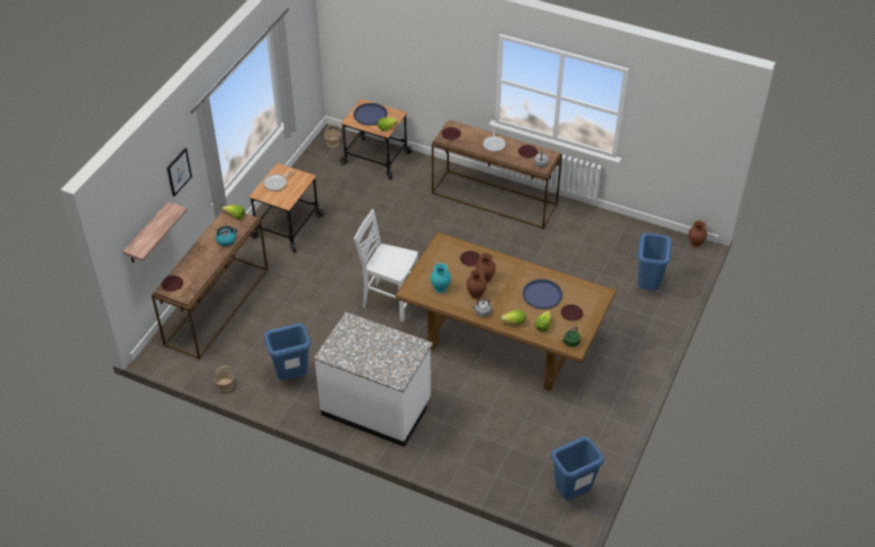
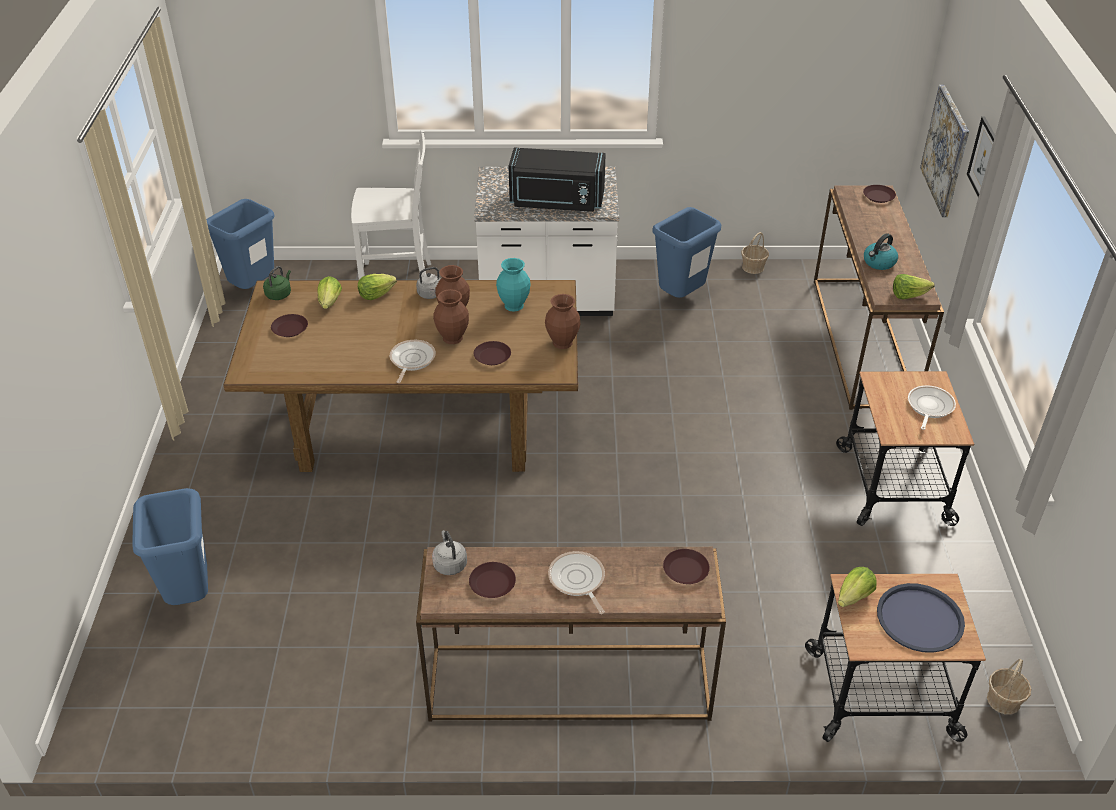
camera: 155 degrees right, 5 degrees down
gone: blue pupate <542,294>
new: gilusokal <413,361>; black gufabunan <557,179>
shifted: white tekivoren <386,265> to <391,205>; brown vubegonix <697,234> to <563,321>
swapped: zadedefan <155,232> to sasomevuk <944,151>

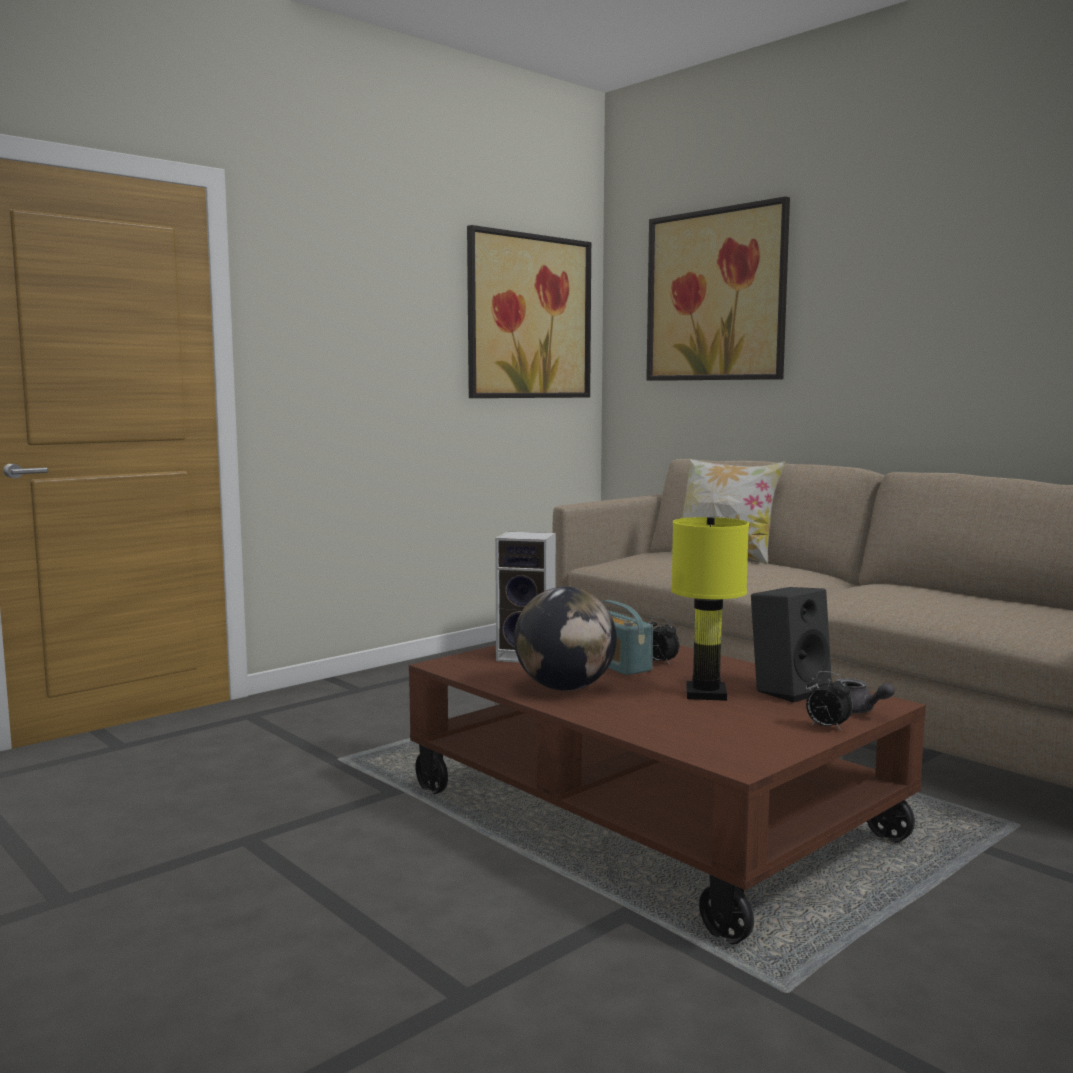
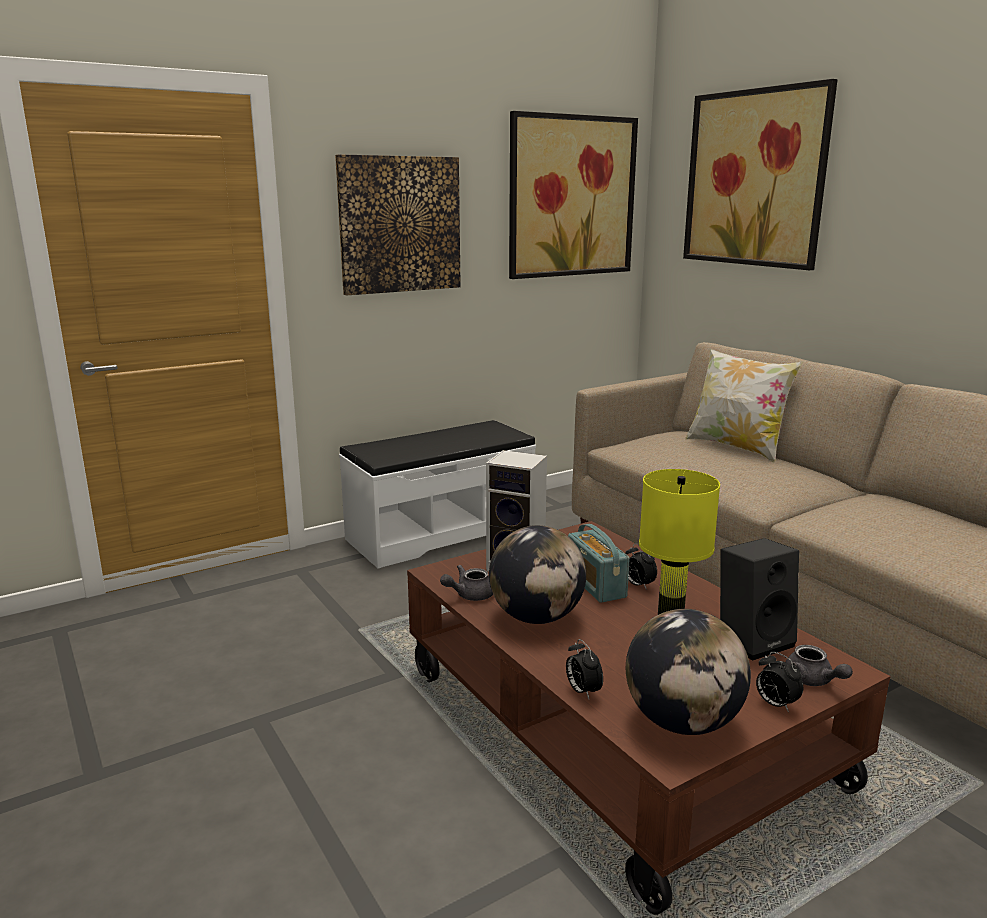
camera: 10 degrees right, 10 degrees up
new: sasomevuk <398,224>; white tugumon <437,494>; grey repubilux <466,583>; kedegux <584,669>; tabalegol <688,672>

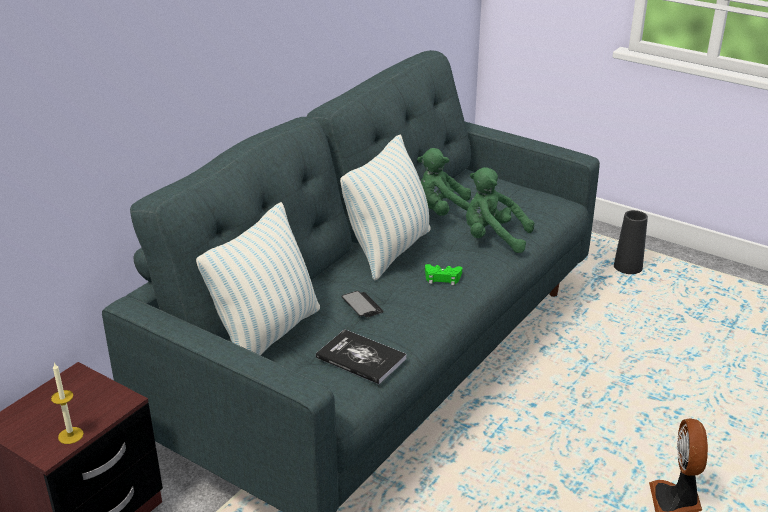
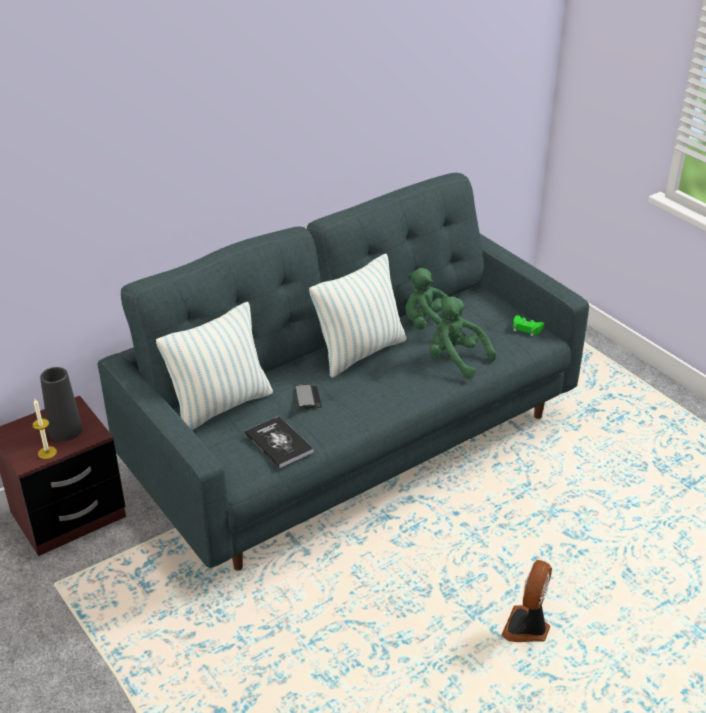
camera: 20 degrees right, 5 degrees up
shifted: black vubegonix <631,242> to <61,404>; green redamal <443,274> to <528,325>

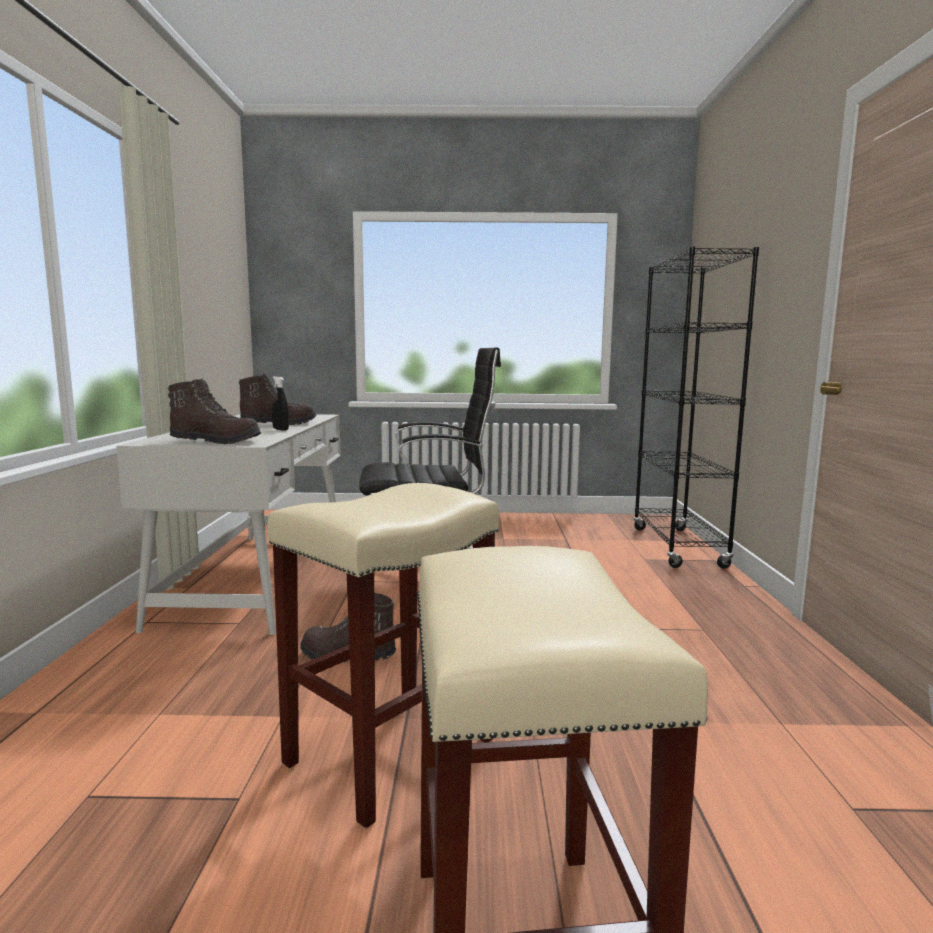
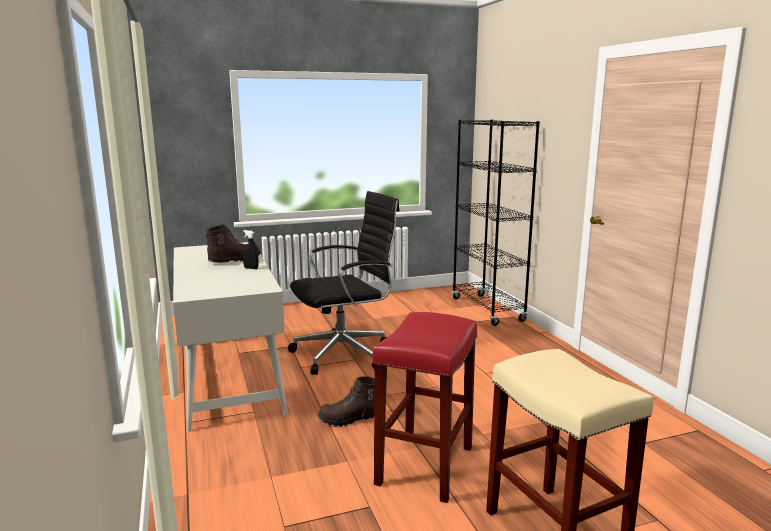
camera: 20 degrees left, 5 degrees up
gone: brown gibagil <214,411>
repainted: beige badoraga <383,655> to red badoraga <425,407>

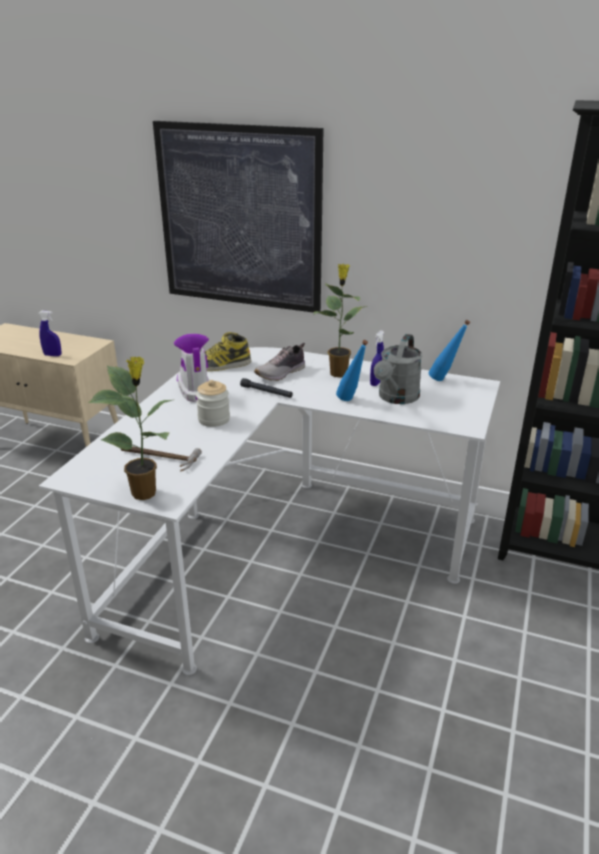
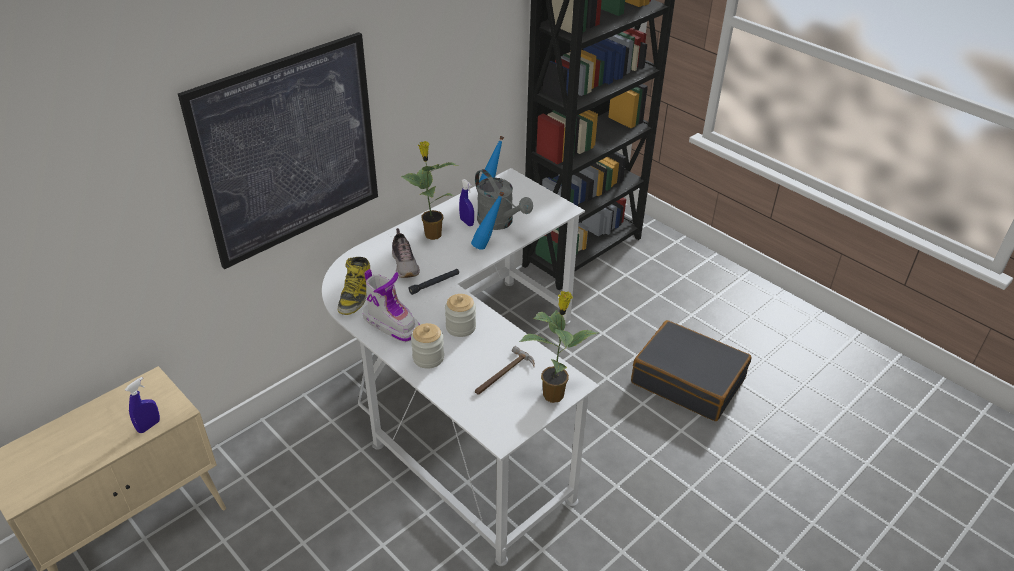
camera: 65 degrees left, 10 degrees up
new: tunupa <427,346>; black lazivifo <691,370>
rotated: gibagil <192,368> = <391,305> 150 degrees counterclockwise

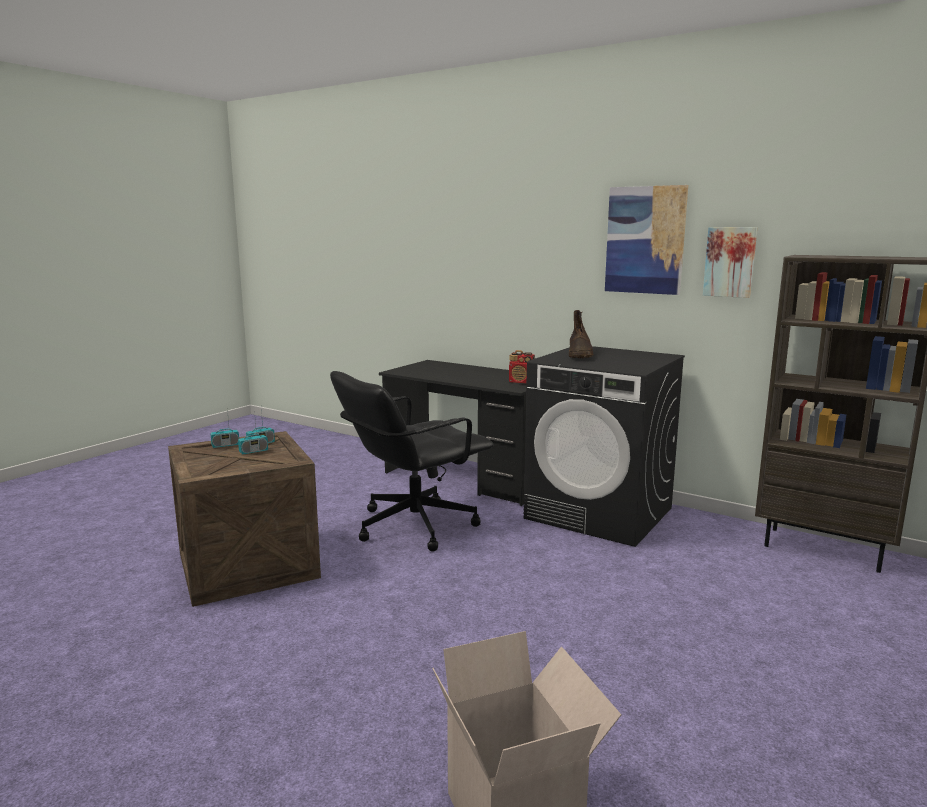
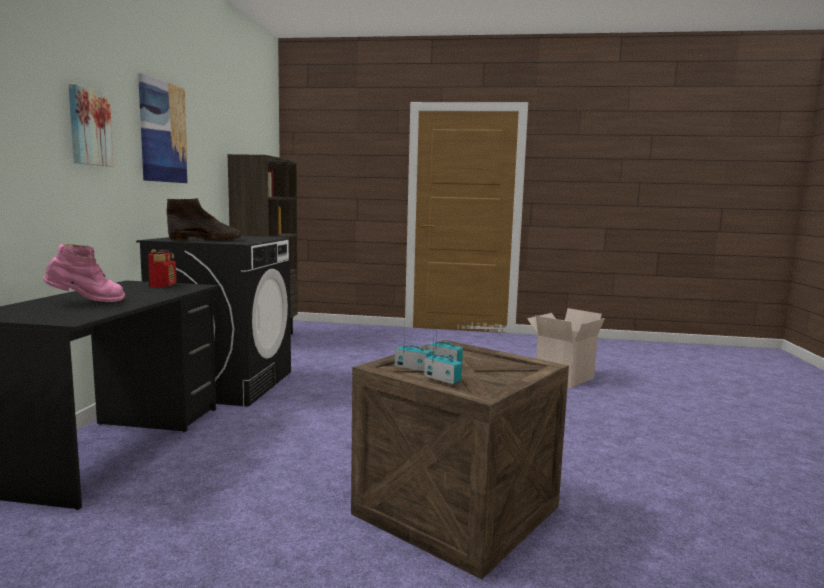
camera: 115 degrees left, 5 degrees down
gone: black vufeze <411,461>
new: pink gibagil <84,273>
shifted: sasomevuk <730,262> to <91,125>

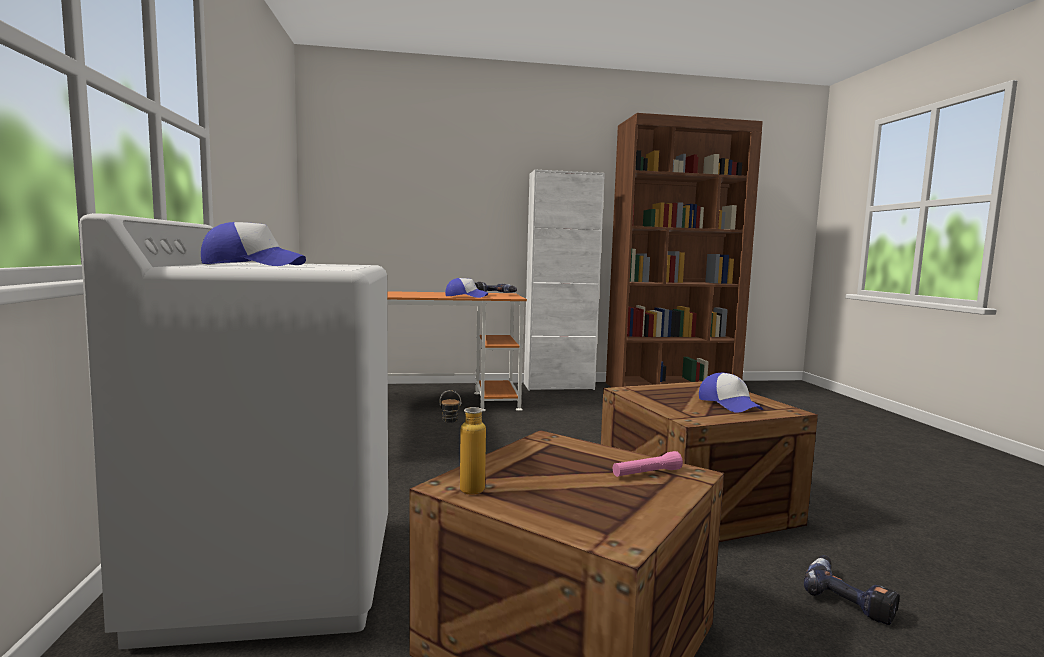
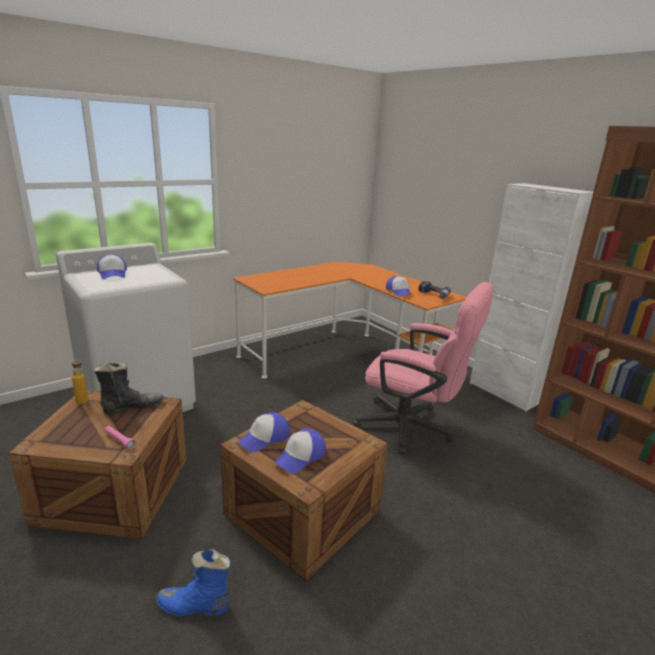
camera: 60 degrees right, 15 degrees up
new: black gibagil <129,388>; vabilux <264,432>; pink vufeze <423,368>
swapped: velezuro <852,590> to blue gibagil <193,582>

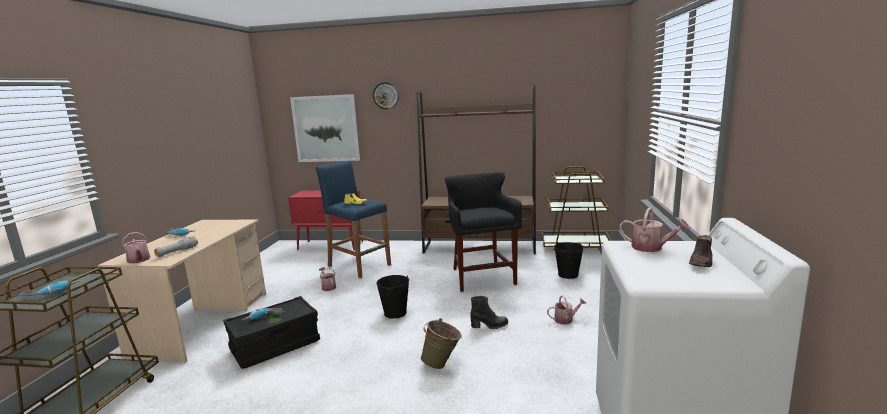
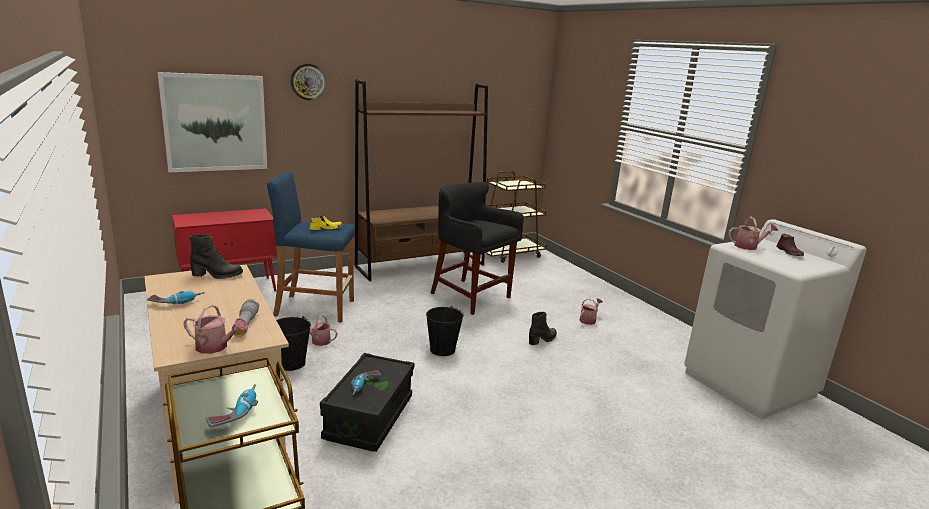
camera: 40 degrees left, 5 degrees up
gone: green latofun <441,343>
new: black gibagil <216,256>
shifted: black latofun <569,260> to <293,343>

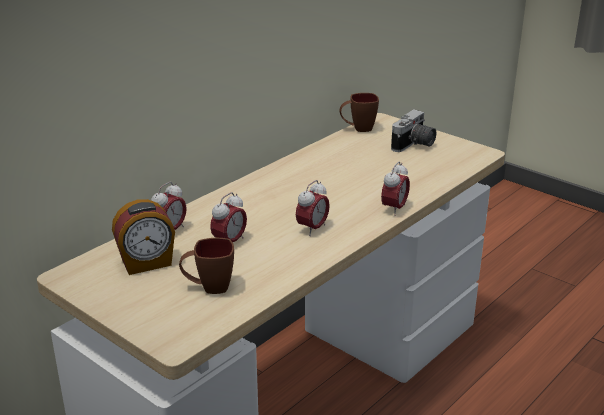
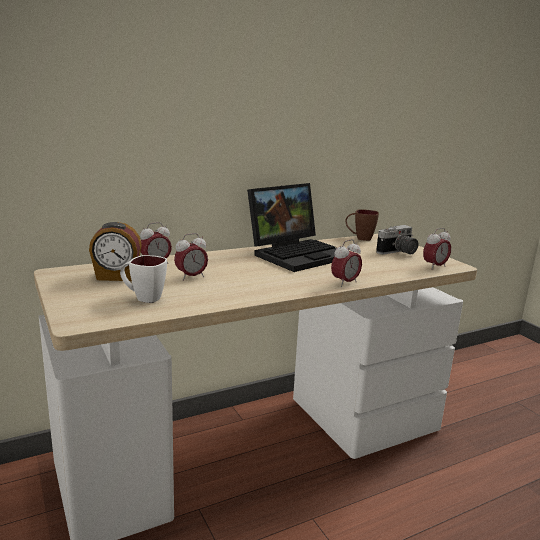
camera: 20 degrees right, 10 degrees down
new: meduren <292,227>
shifted: kedegux <313,208> to <437,249>
repainted: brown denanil <206,266> to white denanil <143,279>

